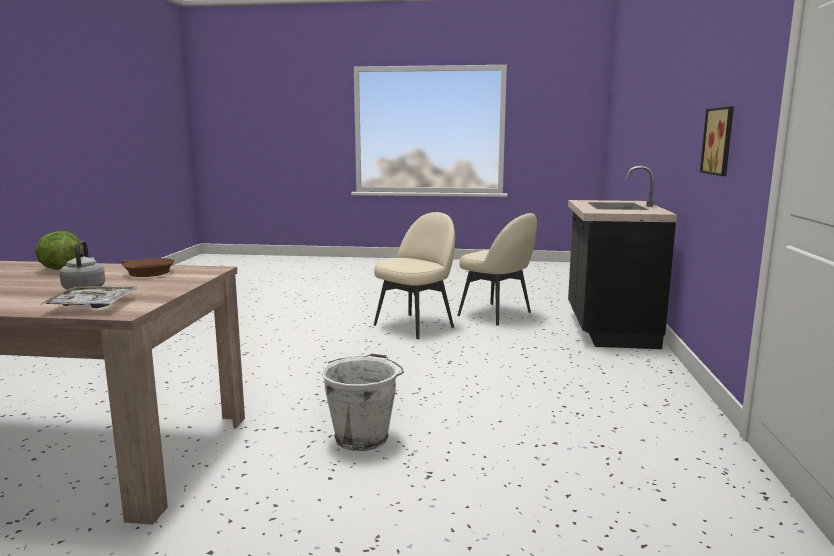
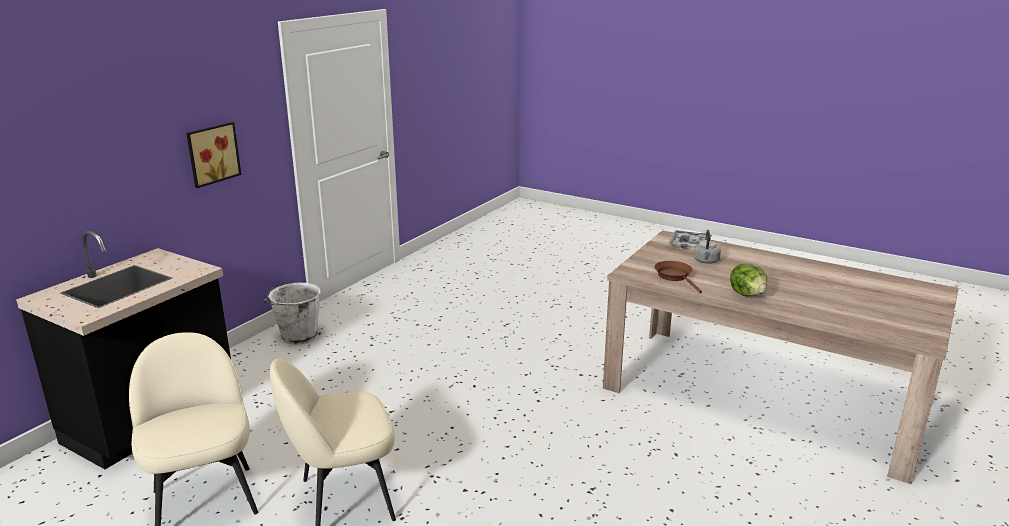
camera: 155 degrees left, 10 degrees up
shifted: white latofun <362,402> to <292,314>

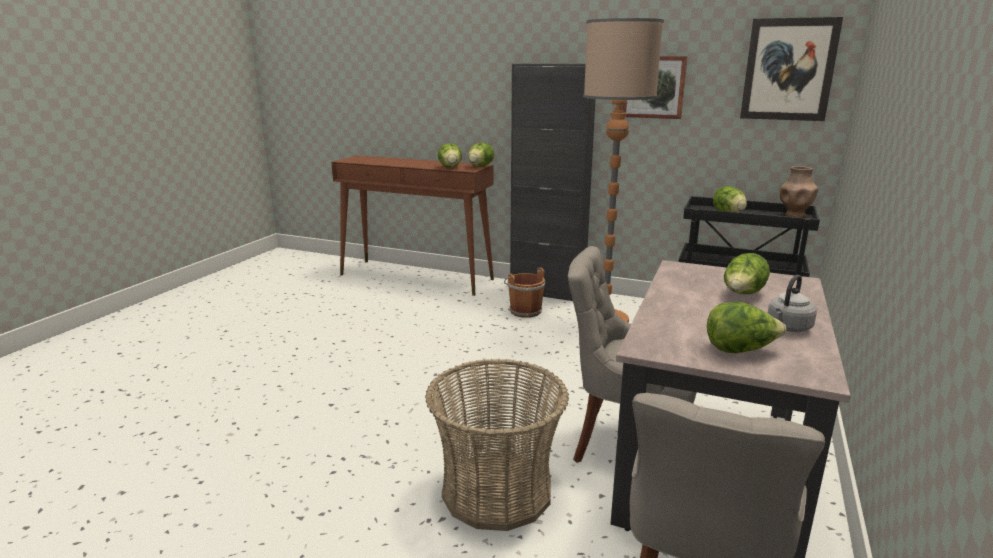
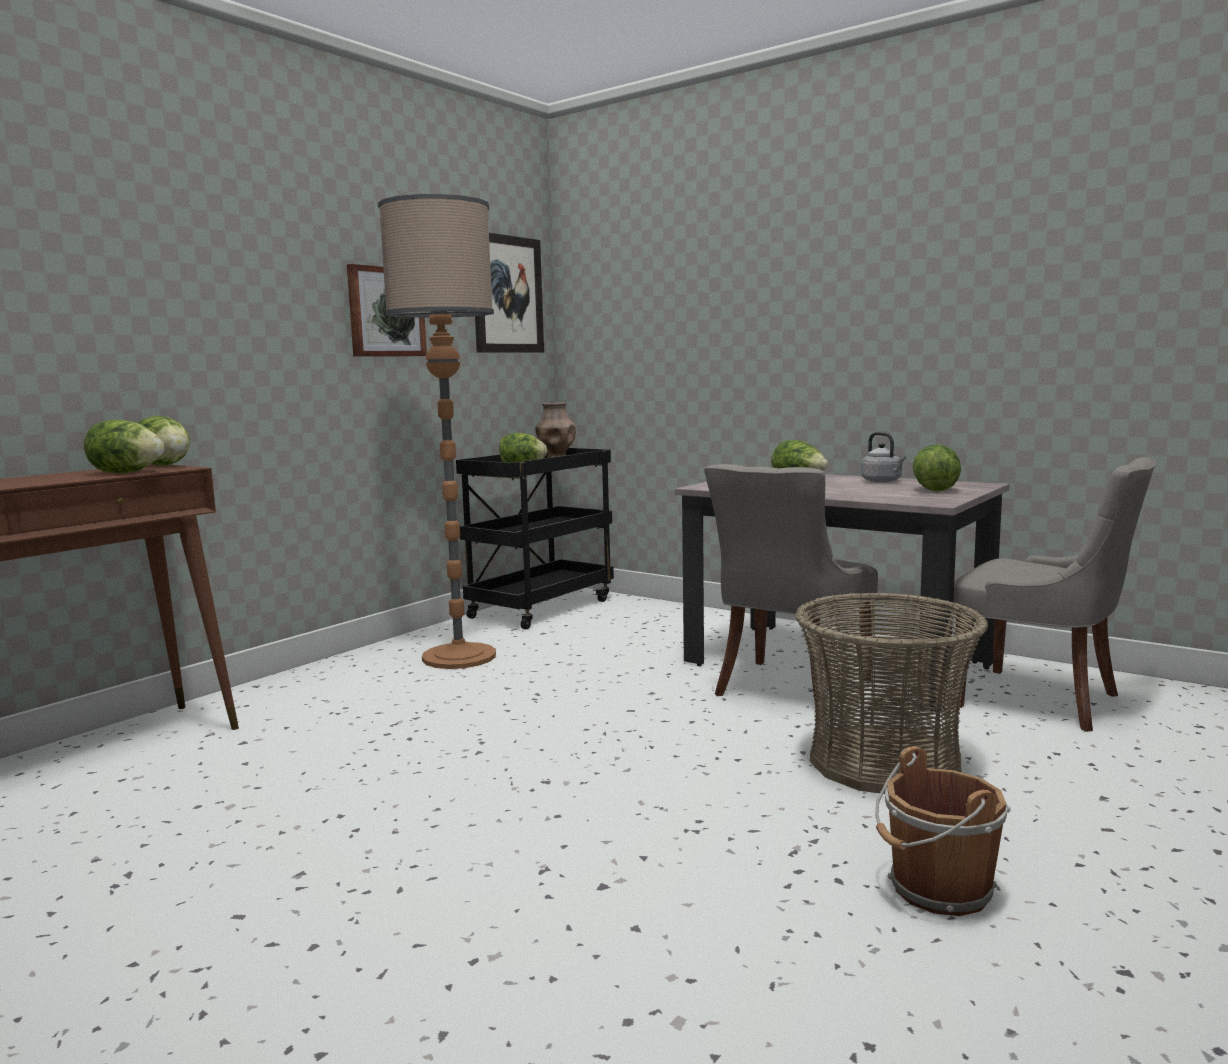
camera: 75 degrees left, 10 degrees down
gone: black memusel <552,182>
shifted: brown latofun <524,293> to <943,831>

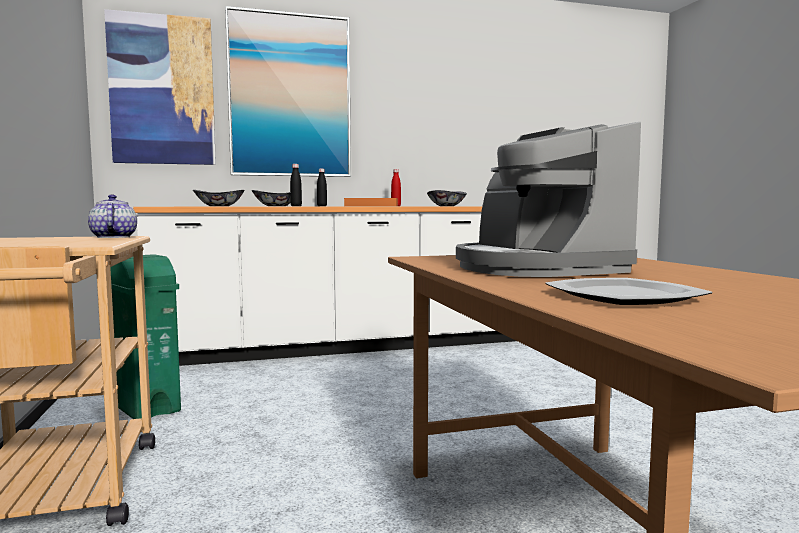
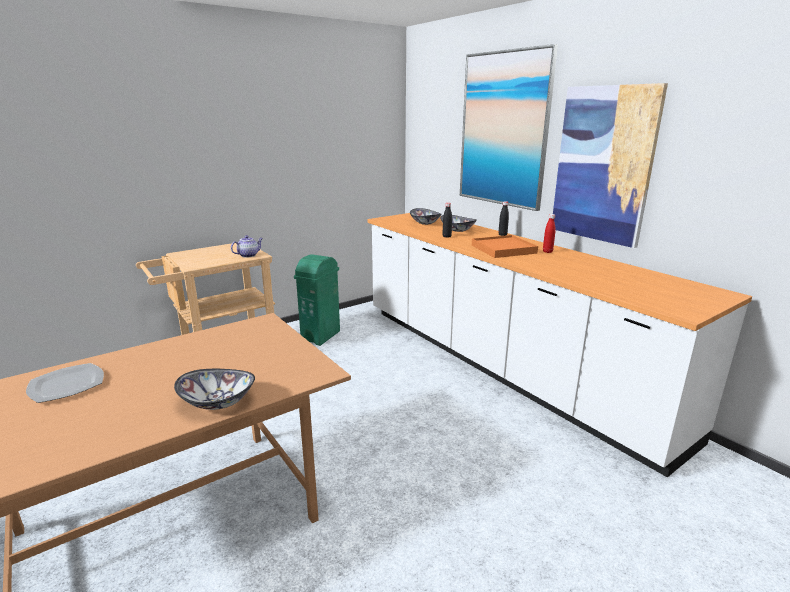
camera: 70 degrees right, 15 degrees up
gone: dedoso <548,199>
shifted: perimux <447,198> to <214,389>; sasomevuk <160,87> to <610,165>

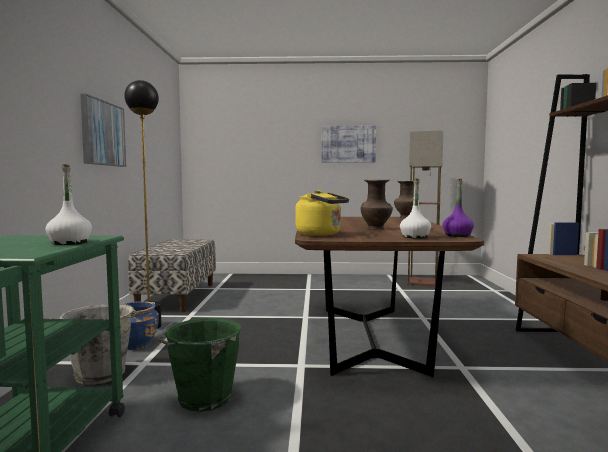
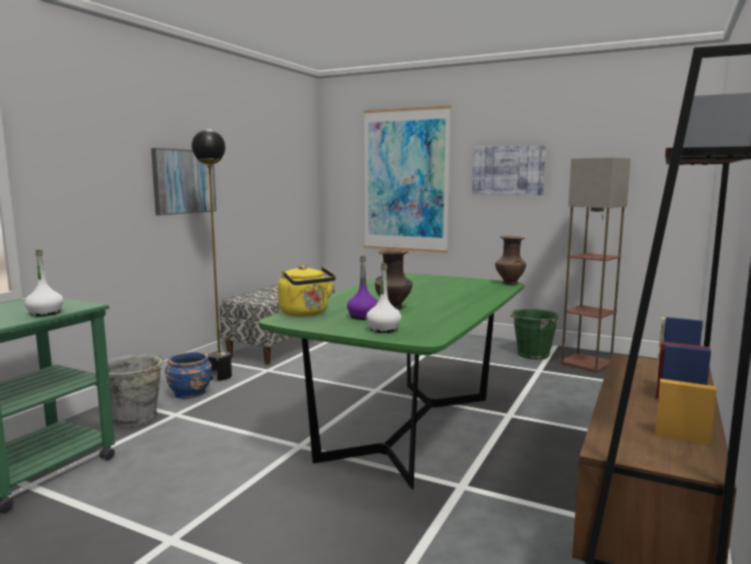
camera: 25 degrees right, 5 degrees up
new: sasomevuk <407,179>
shifted: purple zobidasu <458,208> to <362,288>; green latofun <200,365> to <534,334>
repainted: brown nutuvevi <389,297> to green nutuvevi <391,381>

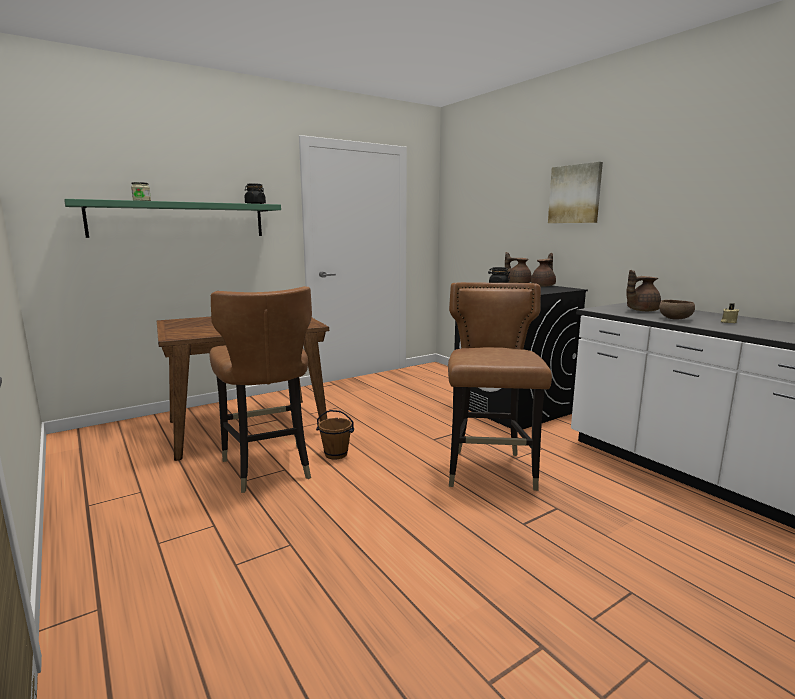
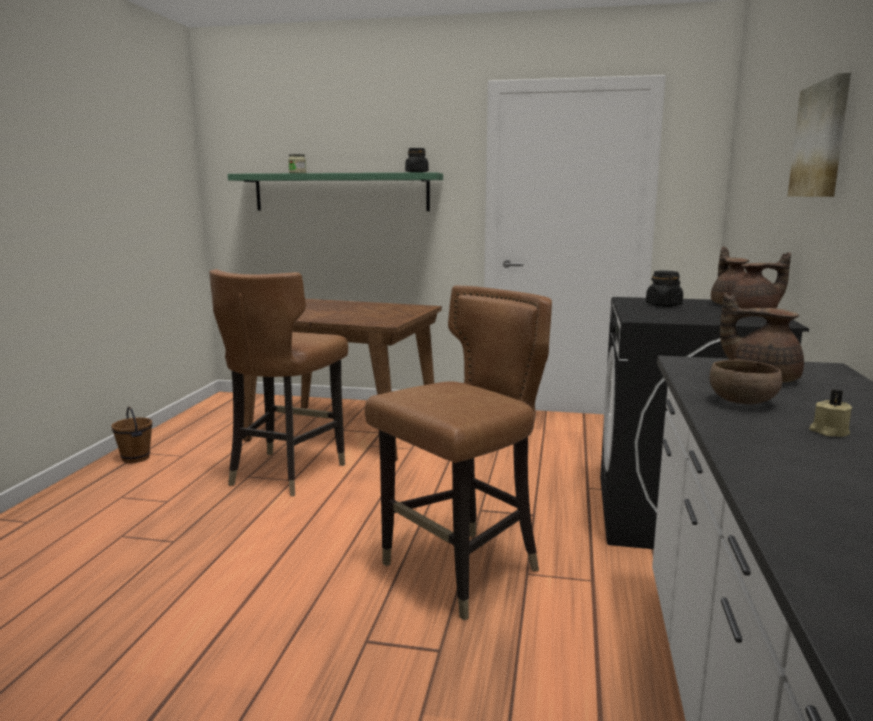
camera: 45 degrees right, 0 degrees up
shifted: brown latofun <335,435> to <132,435>

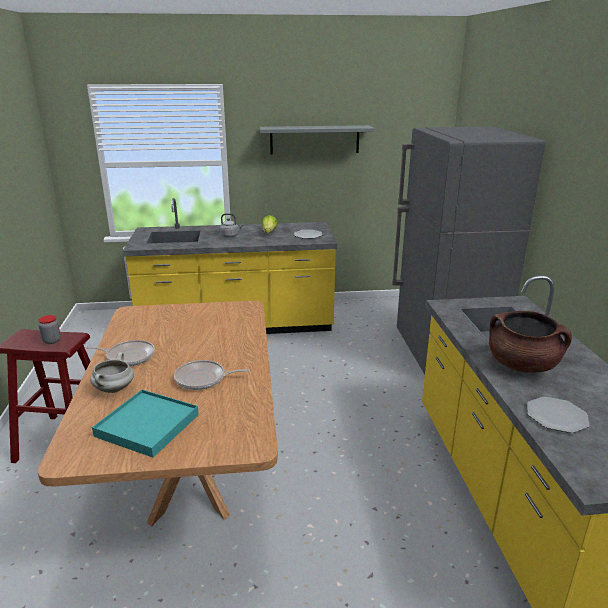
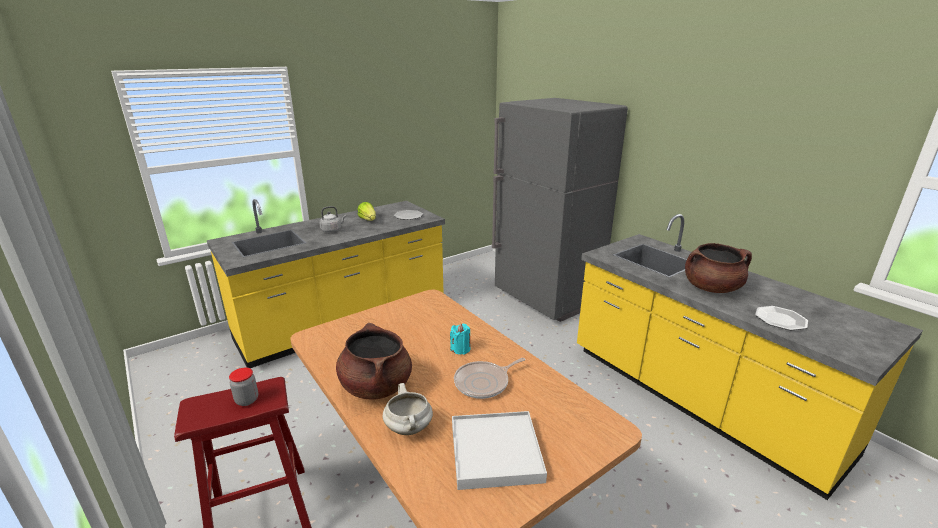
camera: 30 degrees left, 0 degrees up
gone: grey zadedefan <317,140>
new: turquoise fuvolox <460,339>
swapped: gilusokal <120,353> to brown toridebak <374,361>
repainted: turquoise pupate <145,423> to white pupate <499,450>

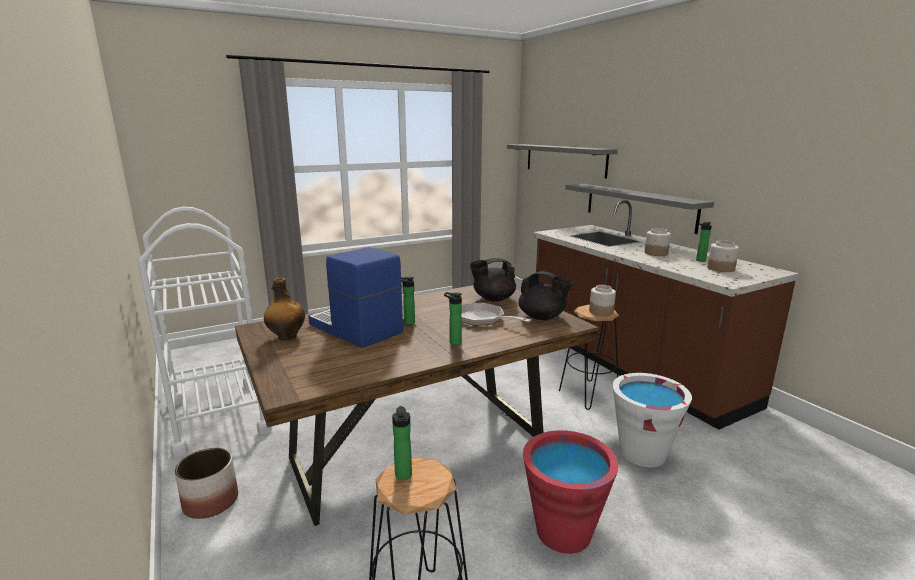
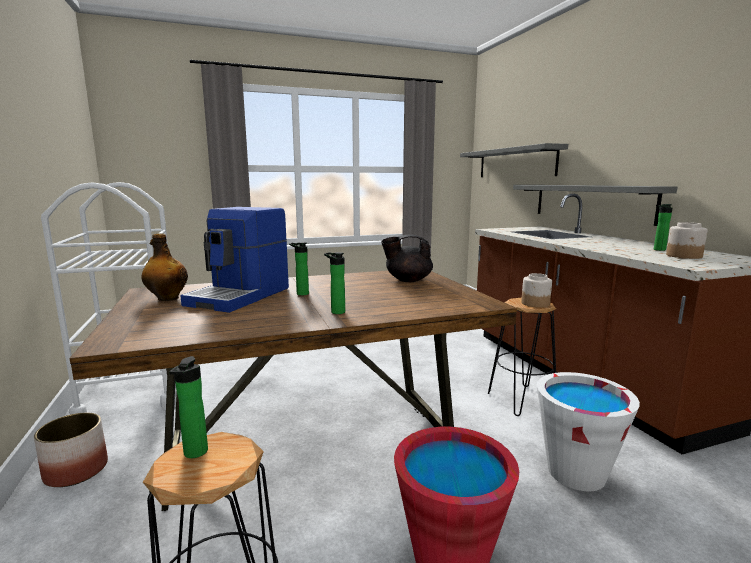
camera: 10 degrees right, 5 degrees down
gone: gilusokal <496,314>; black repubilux <545,295>; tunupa <658,242>
rotated: dedoso <355,297> = <234,260> 120 degrees counterclockwise

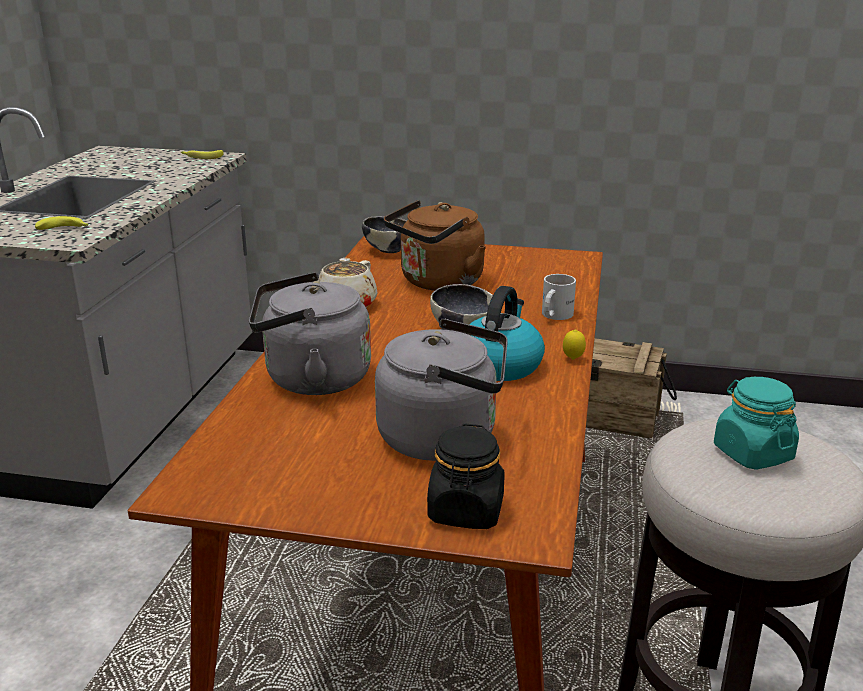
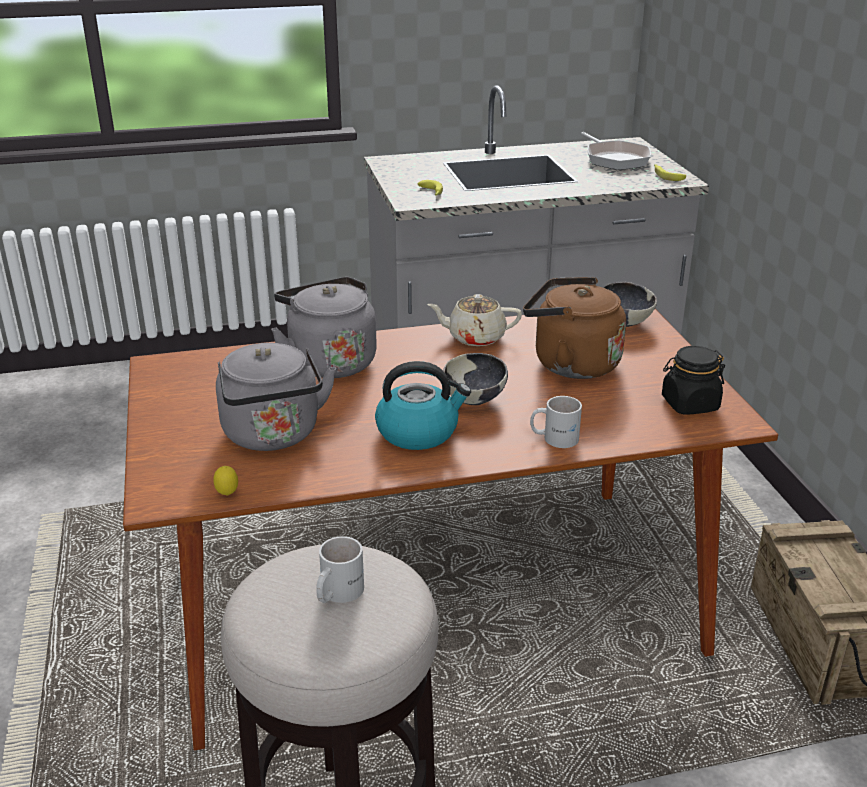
camera: 65 degrees right, 5 degrees up
new: gilusokal <616,151>
shifted: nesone <574,344> to <225,480>; black tunupa <466,476> to <693,380>
swapped: turquoise tunupa <756,423> to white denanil <340,569>

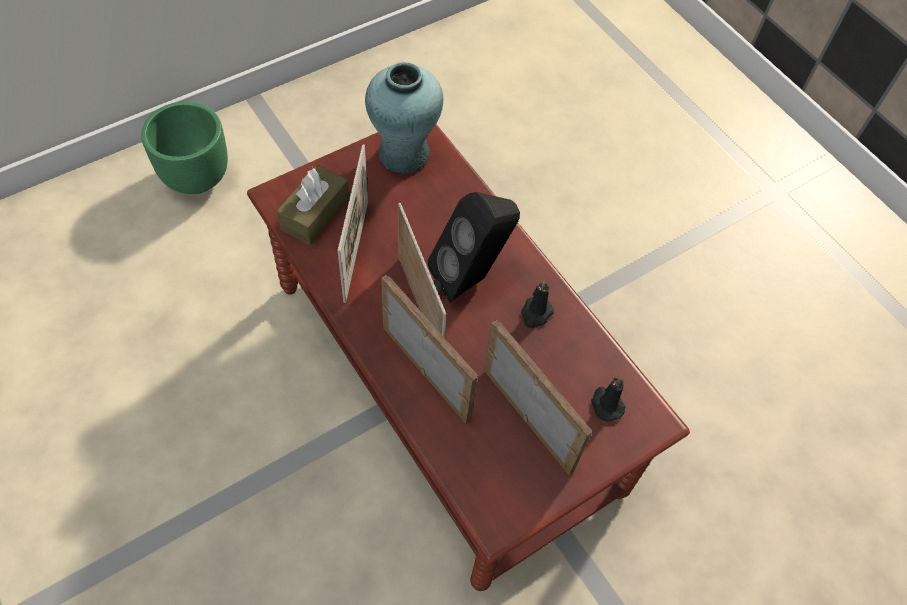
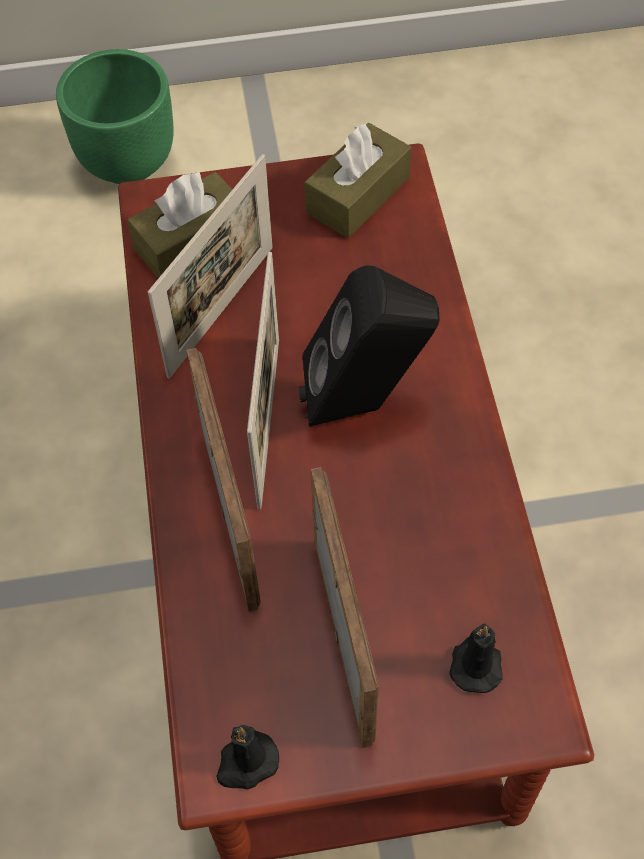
camera: 30 degrees right, 0 degrees up
shifted: black fuvolox <537,304> to <247,757>
swapped: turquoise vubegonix <404,118> to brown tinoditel <357,180>

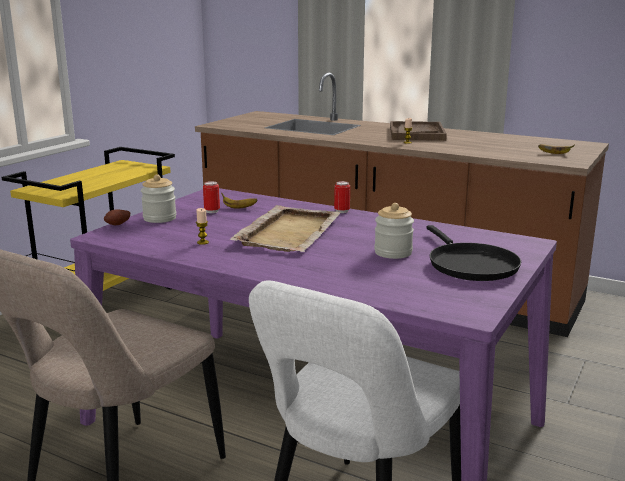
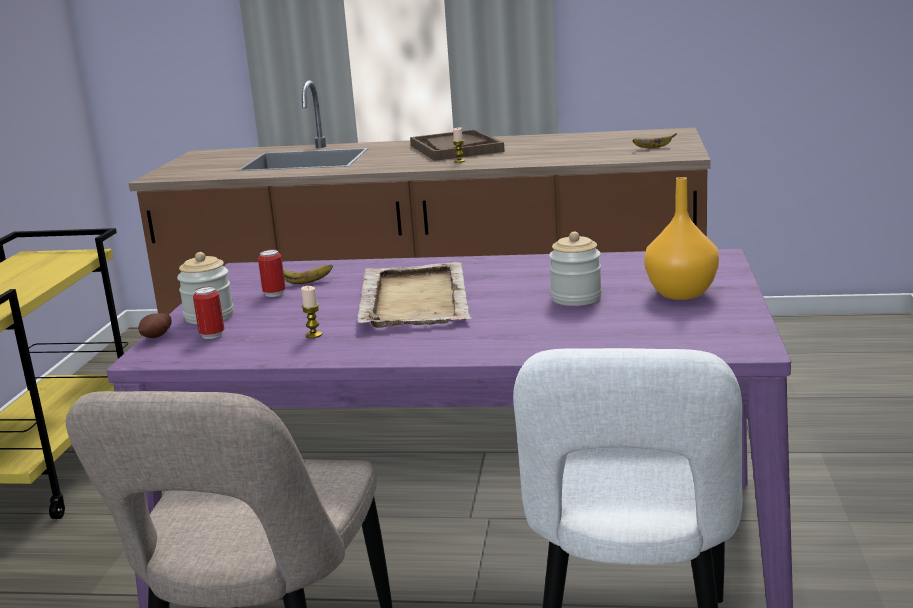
camera: 20 degrees left, 0 degrees up
shifted: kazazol <342,197> to <208,312>
swapped: black gilusokal <474,253> to orange vubegonix <681,238>

